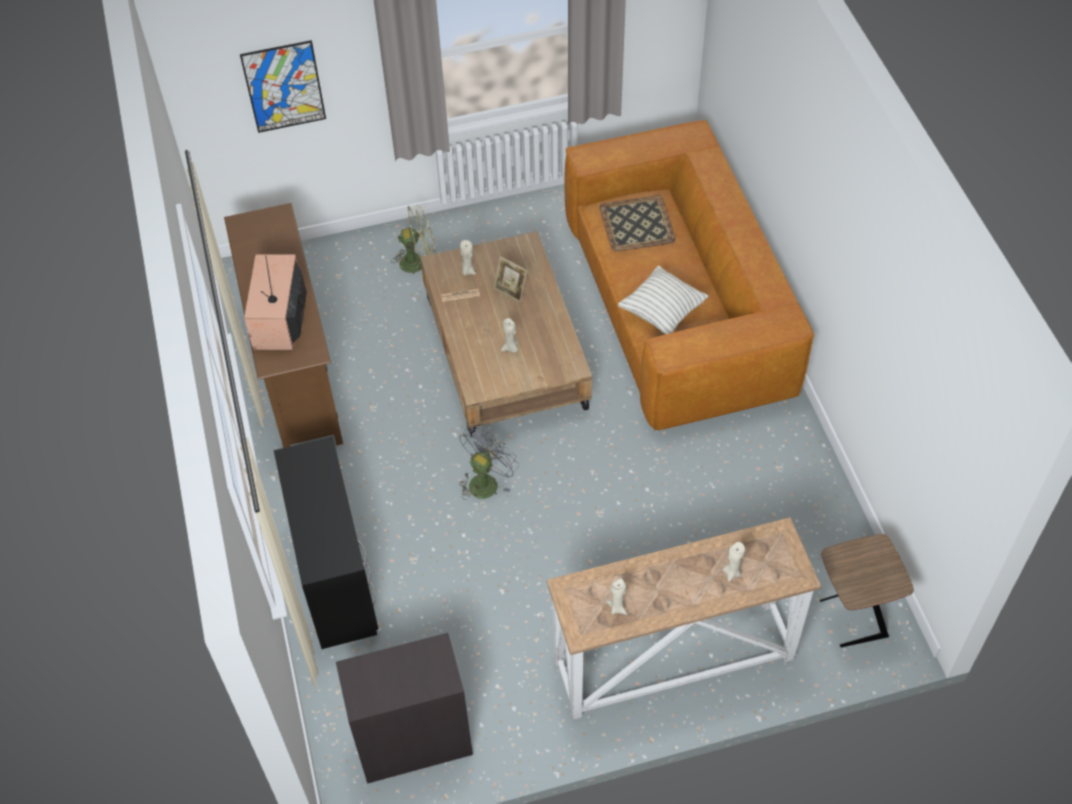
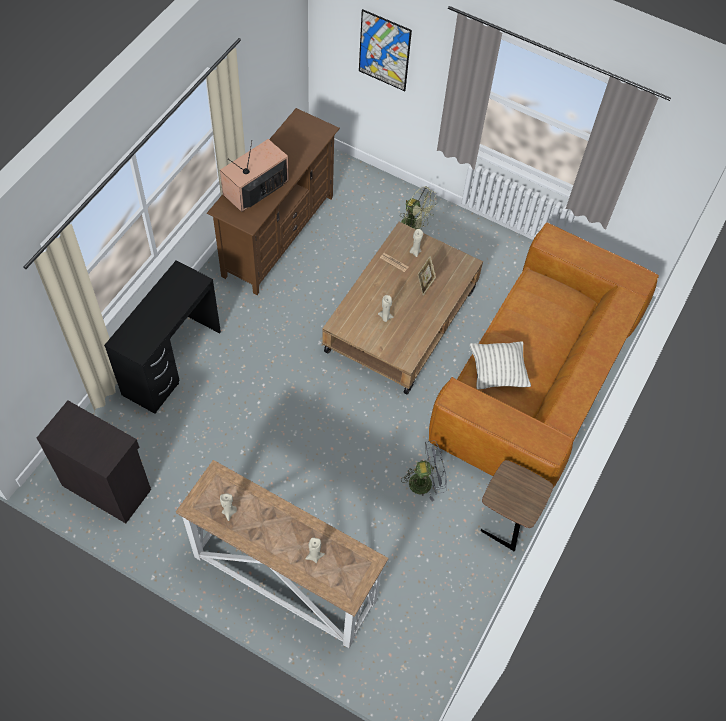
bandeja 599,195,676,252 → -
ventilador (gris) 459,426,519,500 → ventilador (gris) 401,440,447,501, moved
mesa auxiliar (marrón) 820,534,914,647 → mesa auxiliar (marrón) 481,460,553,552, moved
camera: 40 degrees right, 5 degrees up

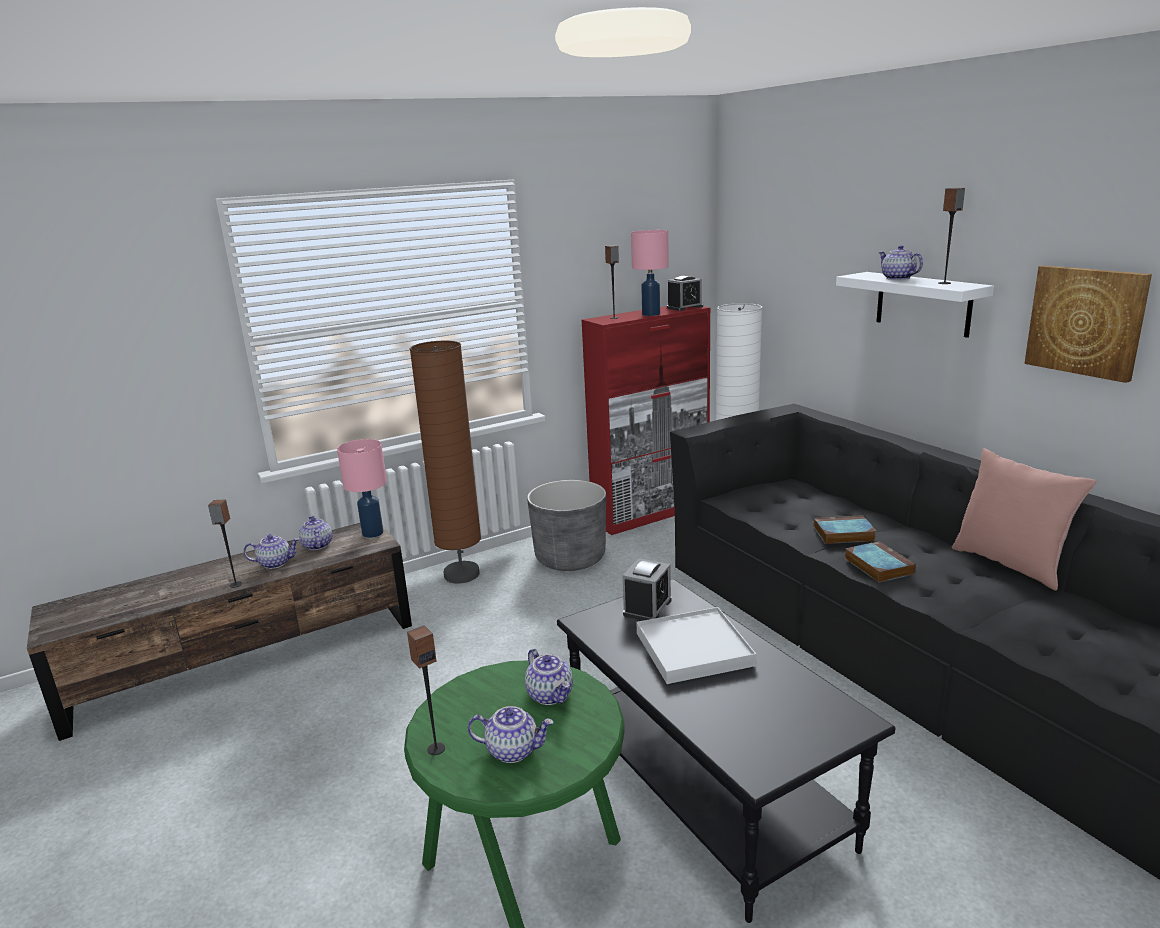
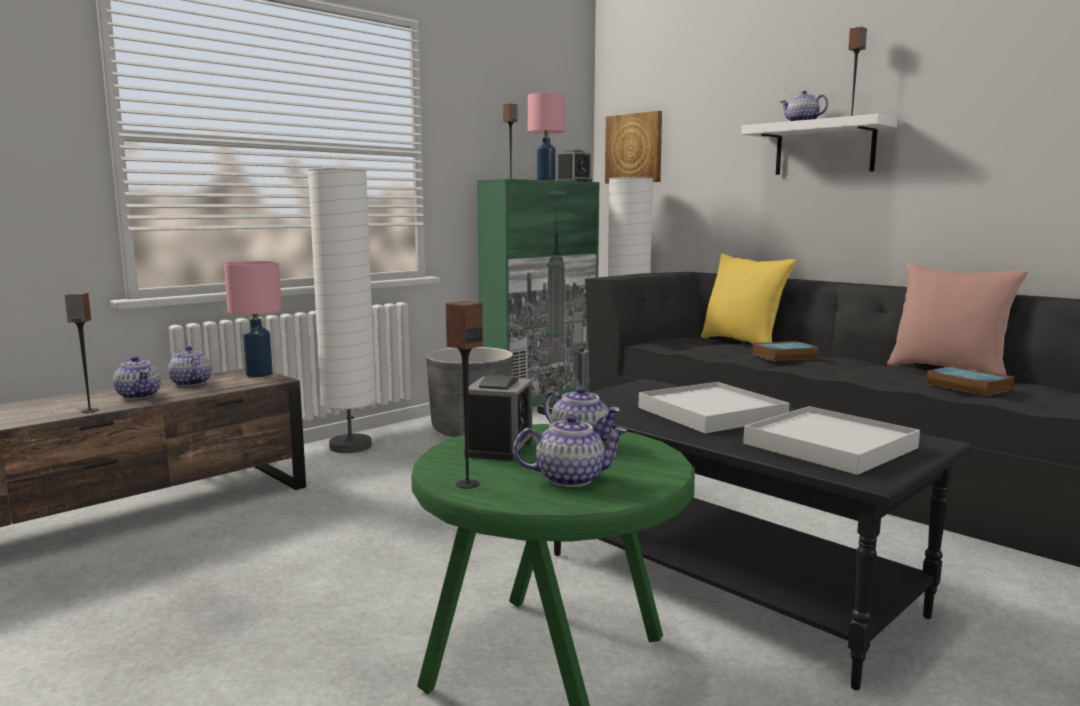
- → cojín (amarillo) 701,254,796,343
- → bandeja (blanco) 743,406,920,475
despertador 623,558,671,621 → despertador 464,375,533,461, moved
libro 845,541,916,583 → libro 926,366,1015,396, moved
cuadro 1024,265,1152,383 → cuadro 605,111,662,183, moved
lámpara de pie (marrón) 410,341,481,584 → lámpara de pie (blanco) 308,168,376,453
armario (rojo) 581,306,710,535 → armario (verde) 477,179,600,407
tetera 243,534,300,569 → tetera 113,356,161,399, 75 degrees clockwise
camera: 15 degrees left, 10 degrees down

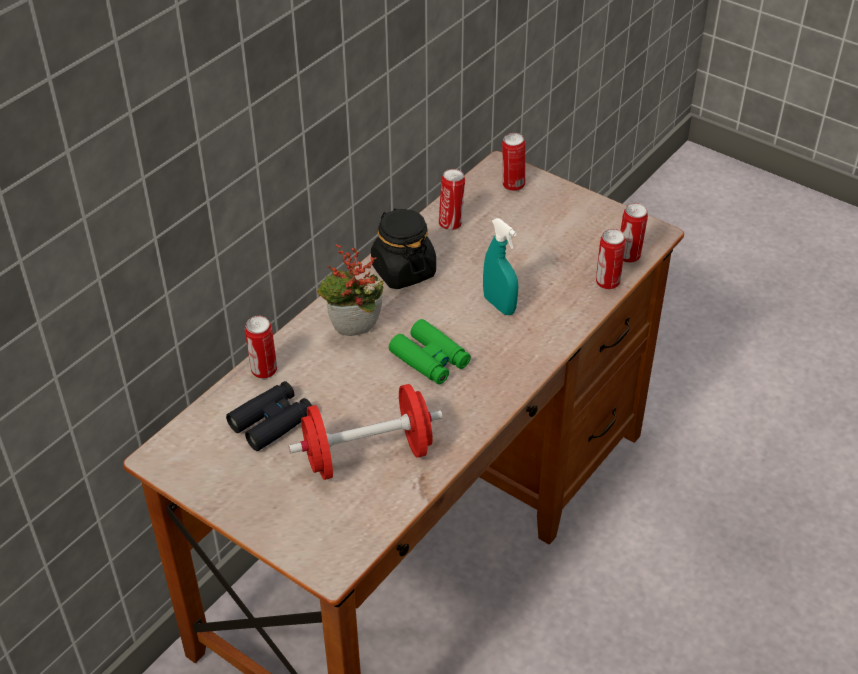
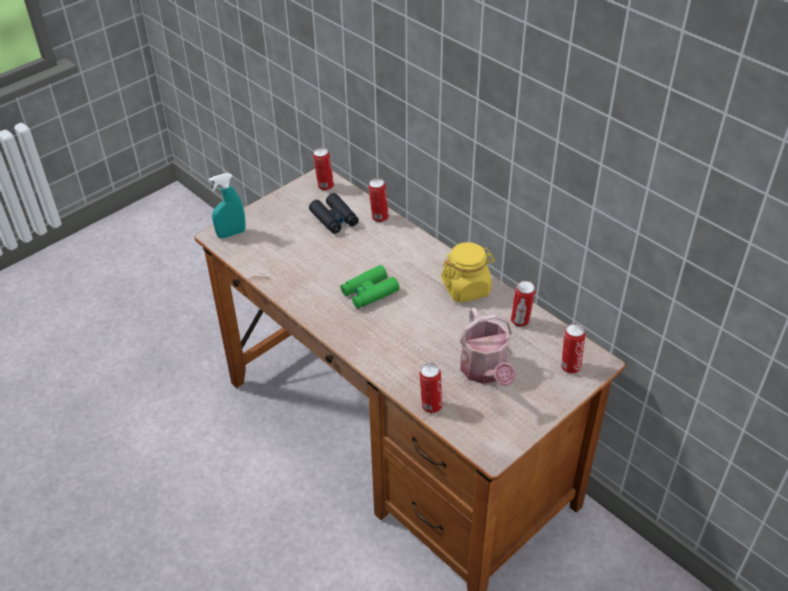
mancuerna (rojo) 289,384,443,480 → -
planta en maceta 317,244,384,336 → -
- → regadera 459,308,516,387
pulverizador (turquesa) 483,218,518,315 → pulverizador (turquesa) 209,173,246,238, moved
lata 620,203,648,263 → lata 313,148,334,191, moved
tarro (negro) 371,208,436,289 → tarro (amarillo) 441,242,495,303
camera: 100 degrees right, 0 degrees up

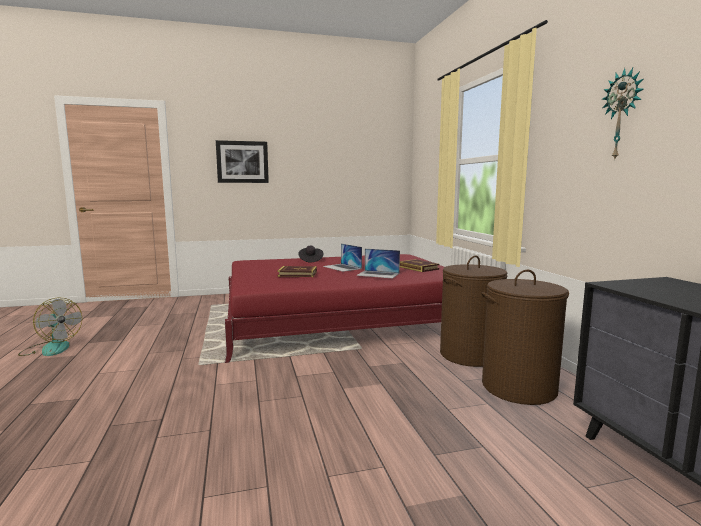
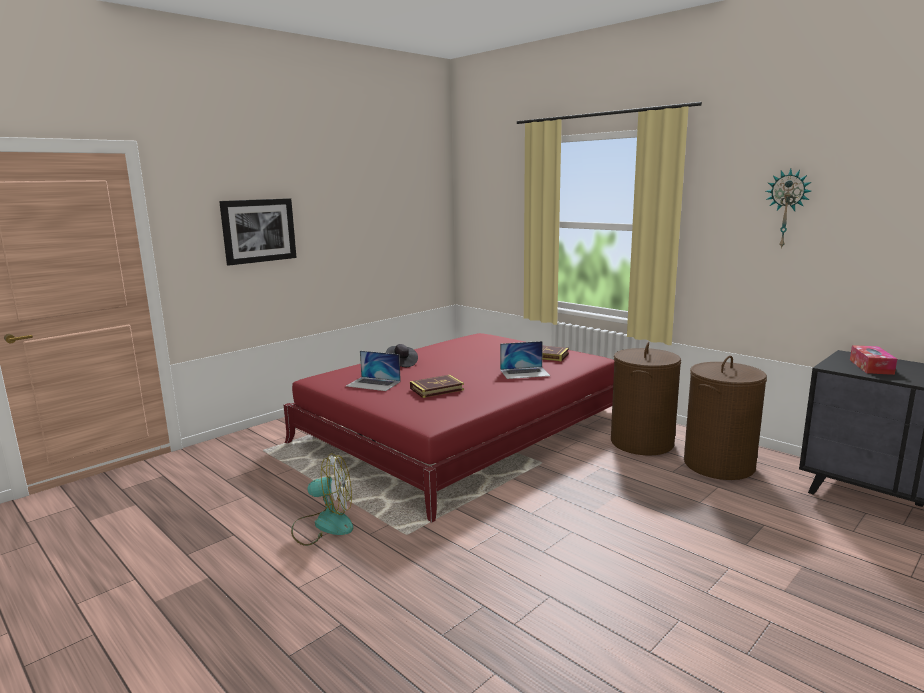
- → caja de pañuelos 850,345,897,375
ventilador 18,297,82,356 → ventilador 291,453,353,546, moved
portátil 323,244,362,272 → portátil 346,351,401,391, moved
camera: 30 degrees left, 5 degrees up

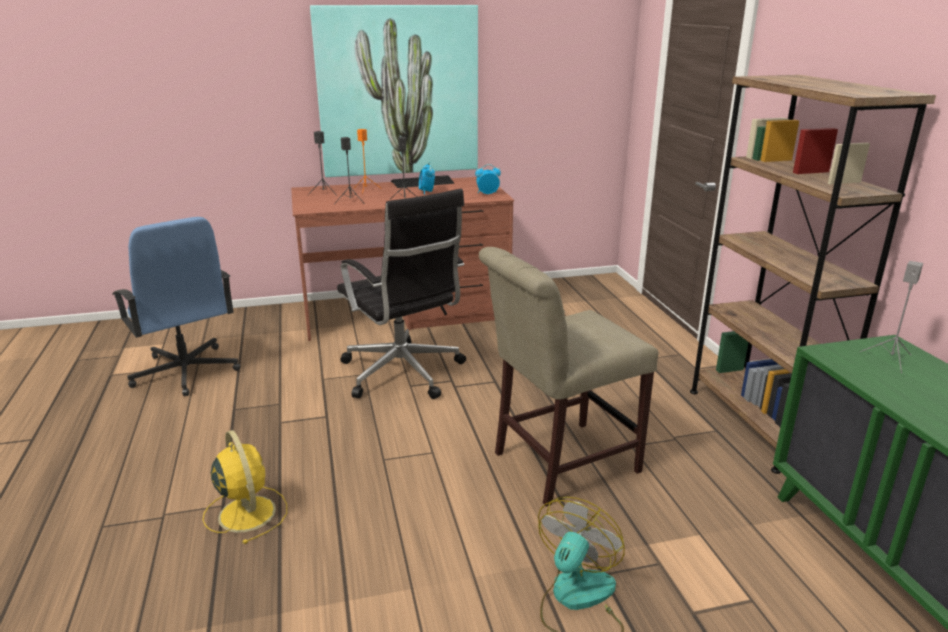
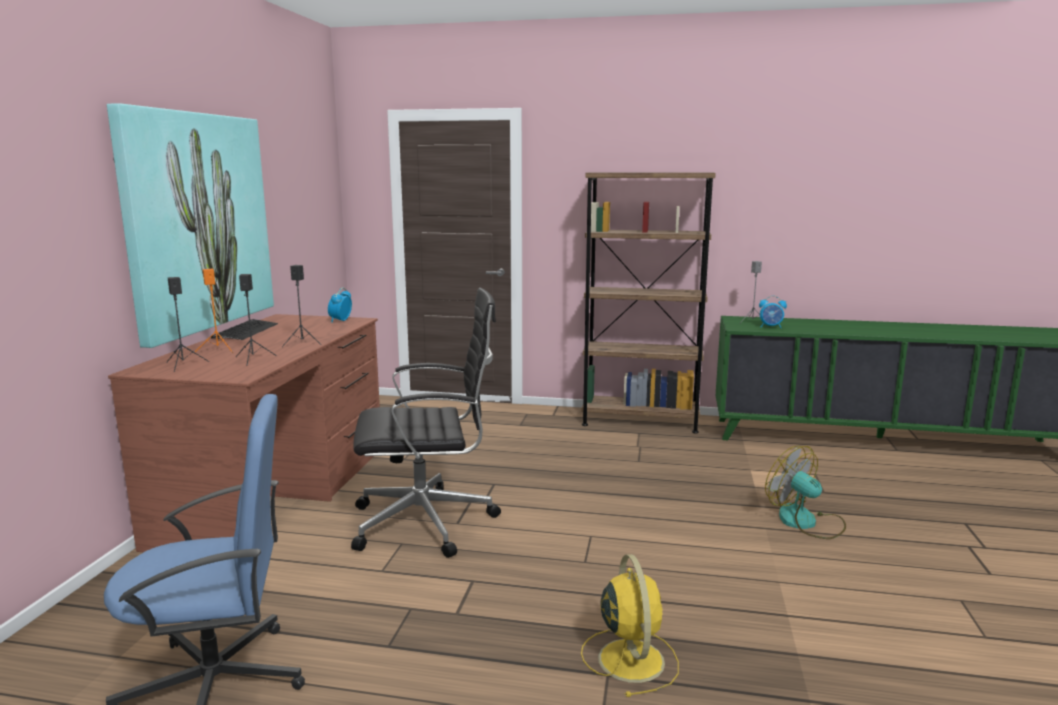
silla (beis) 479,247,658,507 → -
despertador 419,162,435,195 → despertador 759,296,787,328, moved
ventilador (amarillo) 203,430,287,544 → ventilador (amarillo) 581,554,679,697, 90 degrees clockwise
camera: 65 degrees left, 10 degrees down

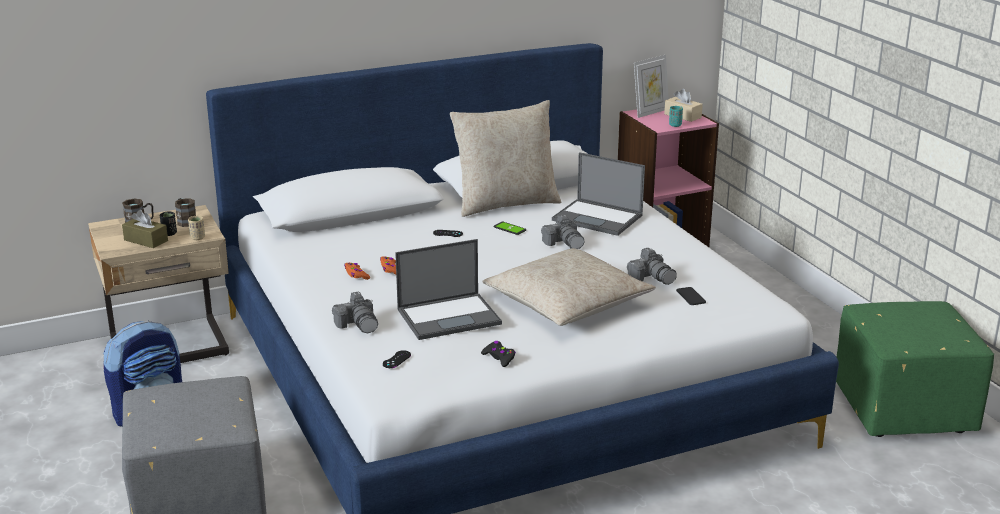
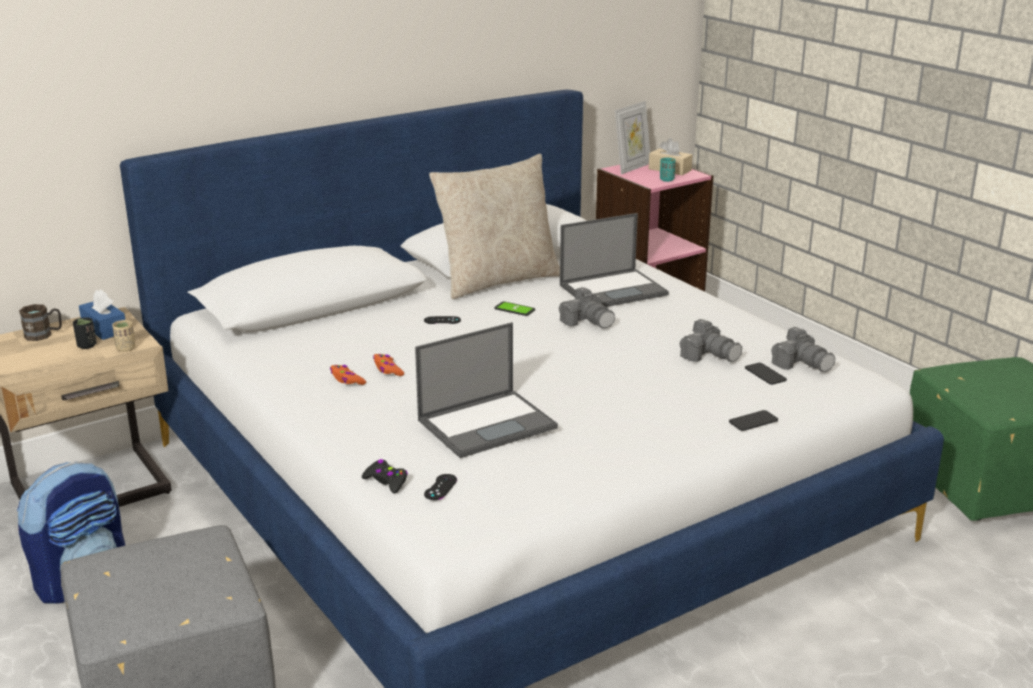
caja de pañuelos (marrón) 122,210,168,248 → -
cojín (beis) 482,248,656,326 → -
- → móvil 729,410,778,431
cámara 332,292,378,333 → cámara 771,327,835,372, moved
mando de consola (negro) 481,341,516,367 → mando de consola (negro) 362,459,408,493, moved
taza grande (marrón) 175,198,196,227 → caja de pañuelos (azul) 79,290,125,340
portátil 552,152,645,236 → portátil 560,213,669,307, 45 degrees counterclockwise
camera: 10 degrees left, 0 degrees up

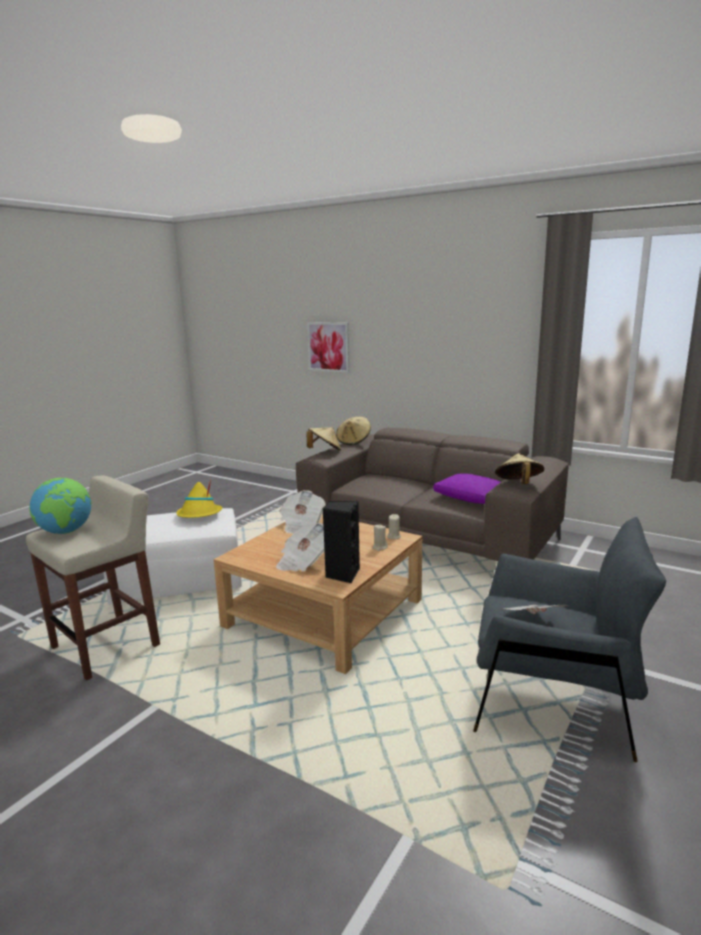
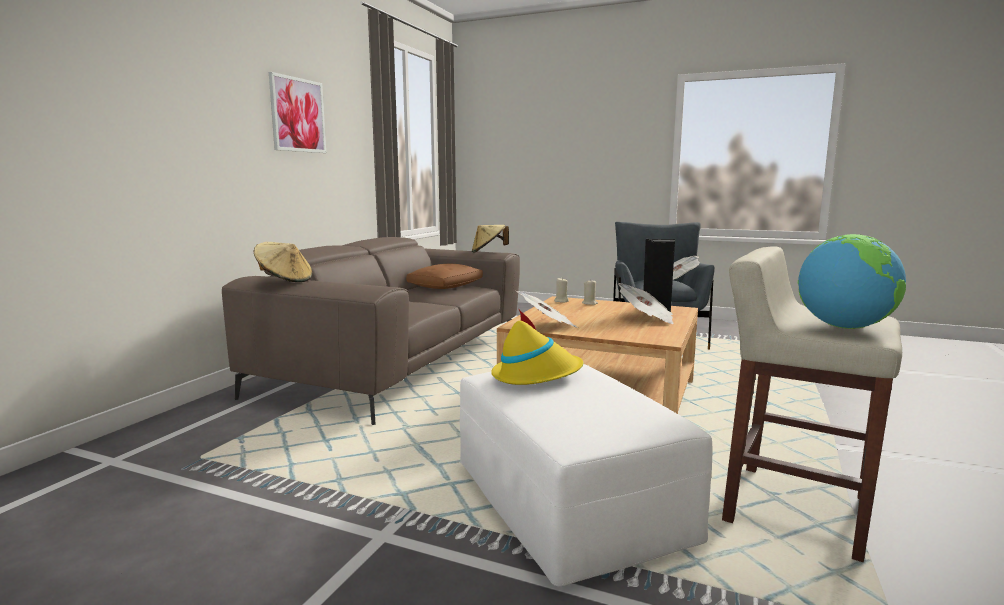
sombrero (beis) 307,427,341,451 → -
cuadro 307,322,350,373 → cuadro 269,72,326,153, moved
cojín (morado) 433,473,501,504 → cojín (marrón) 406,264,483,289
camera: 100 degrees left, 5 degrees down

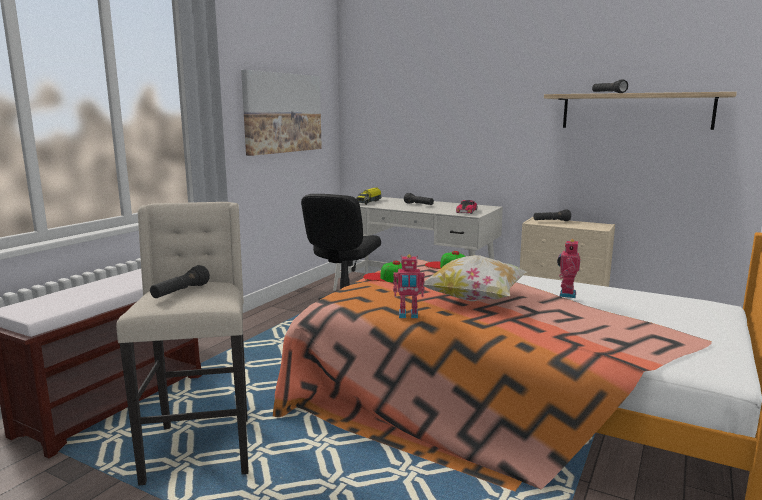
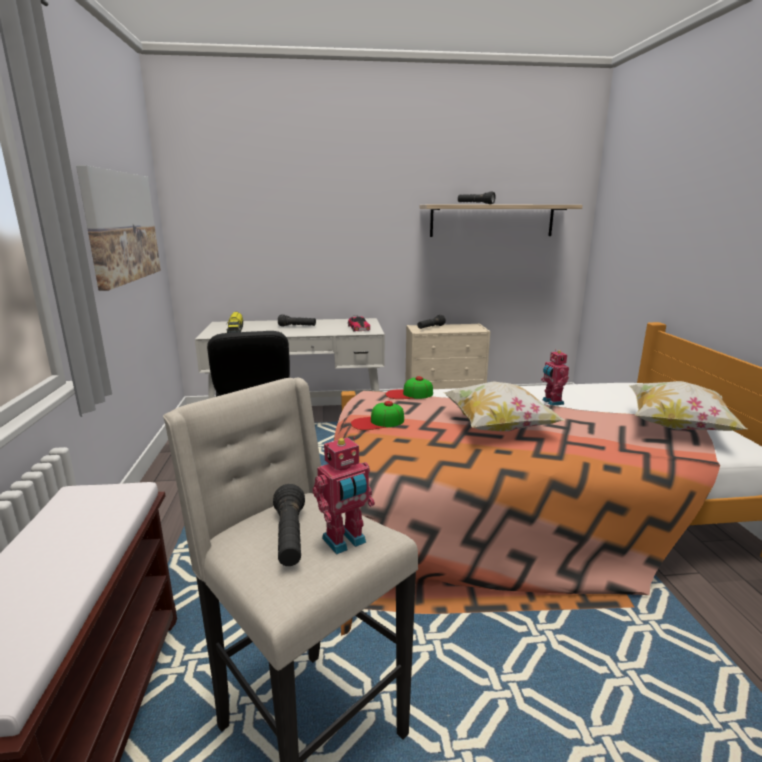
- → cojín 628,381,747,431
robot de juguete 393,255,425,318 → robot de juguete 313,437,375,555, moved
camera: 35 degrees left, 5 degrees up

